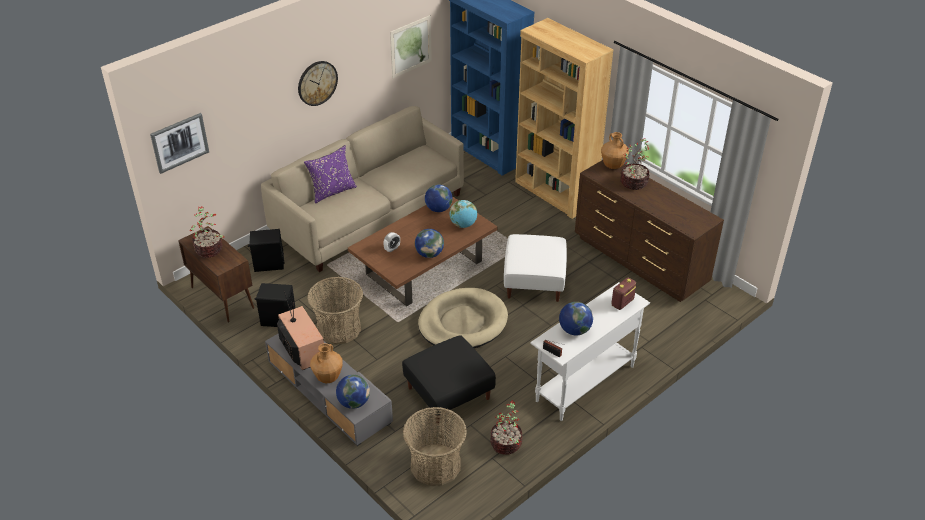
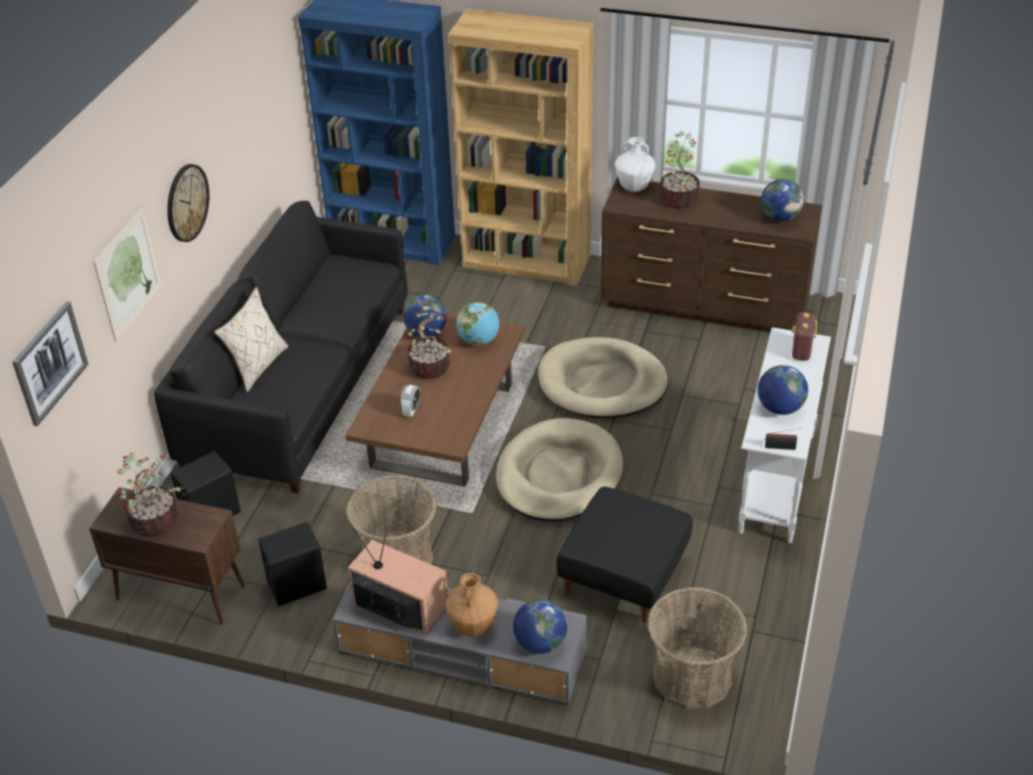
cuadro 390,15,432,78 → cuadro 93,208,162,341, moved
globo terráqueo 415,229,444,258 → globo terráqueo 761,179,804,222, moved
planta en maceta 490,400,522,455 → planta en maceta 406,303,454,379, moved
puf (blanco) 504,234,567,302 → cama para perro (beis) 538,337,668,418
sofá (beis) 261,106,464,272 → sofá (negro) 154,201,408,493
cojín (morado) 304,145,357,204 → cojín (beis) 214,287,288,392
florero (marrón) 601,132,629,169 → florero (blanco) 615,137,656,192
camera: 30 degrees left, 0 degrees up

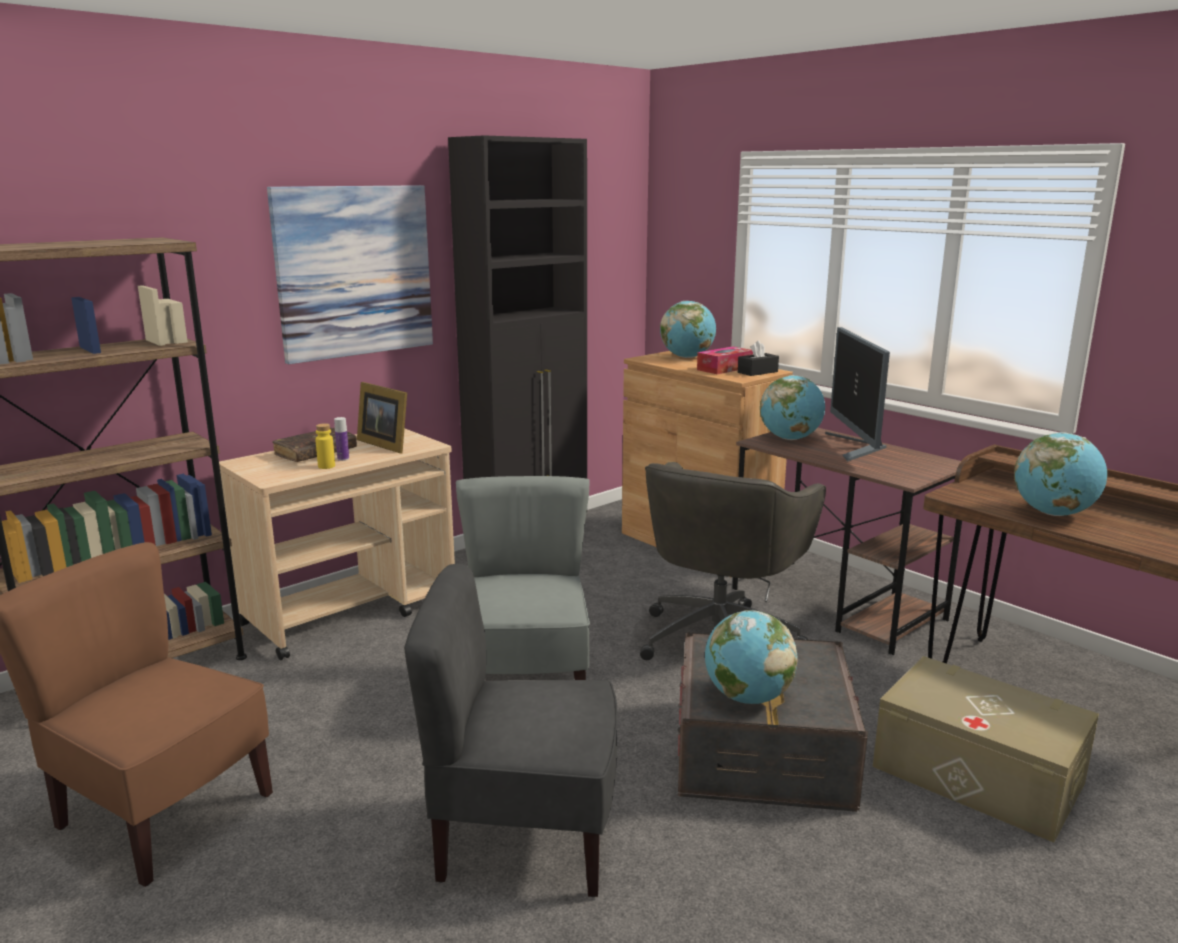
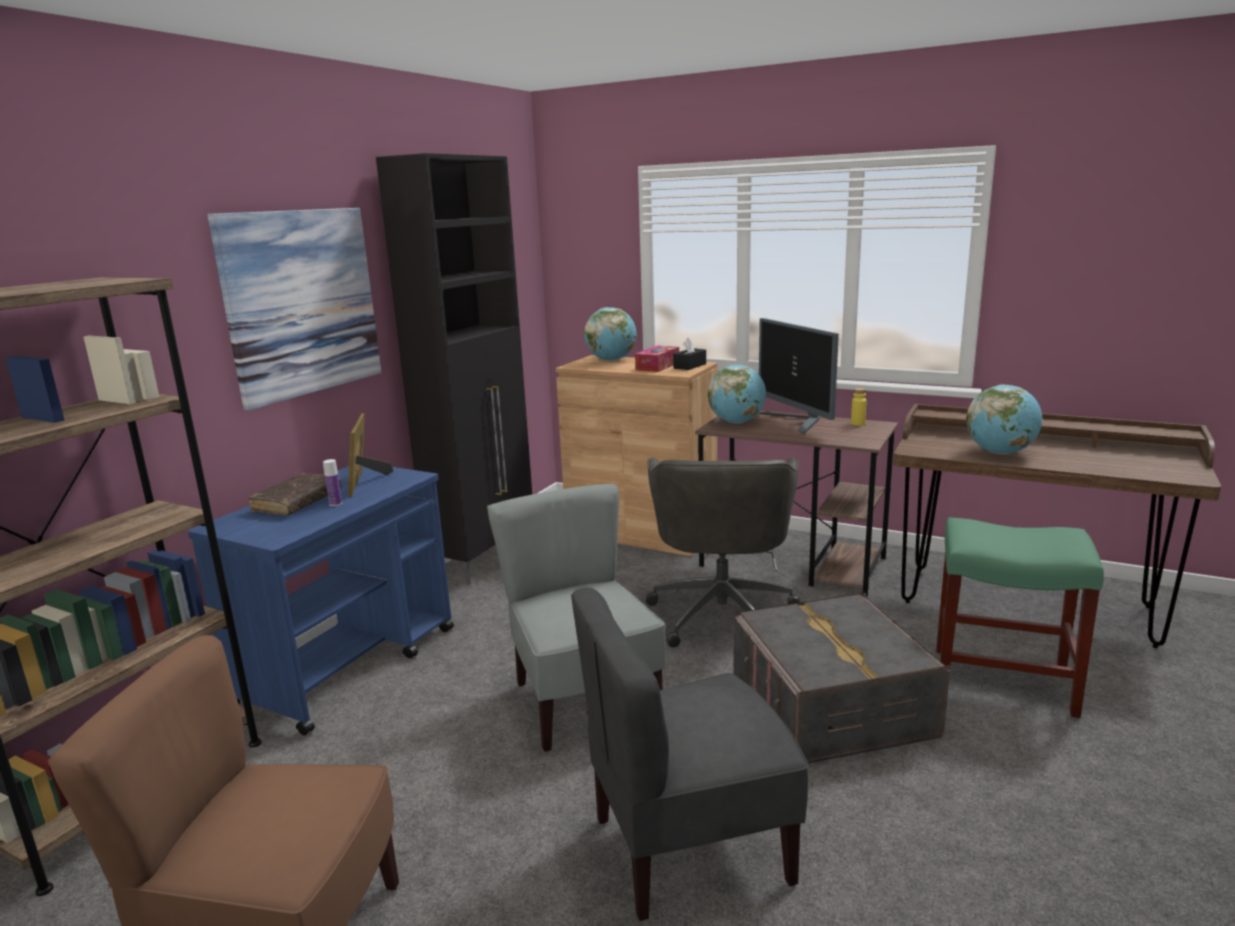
globo terráqueo 705,610,798,704 → -
botella (amarillo) 315,423,335,469 → botella (amarillo) 851,388,867,426, moved
caja de almacenaje (beis) 873,656,1099,842 → taburete (verde) 936,518,1104,718
carrito (beis) 219,428,455,660 → carrito (azul) 188,466,454,735
portarretratos 357,382,407,453 → portarretratos 348,413,393,497, 60 degrees clockwise
camera: 20 degrees left, 0 degrees up

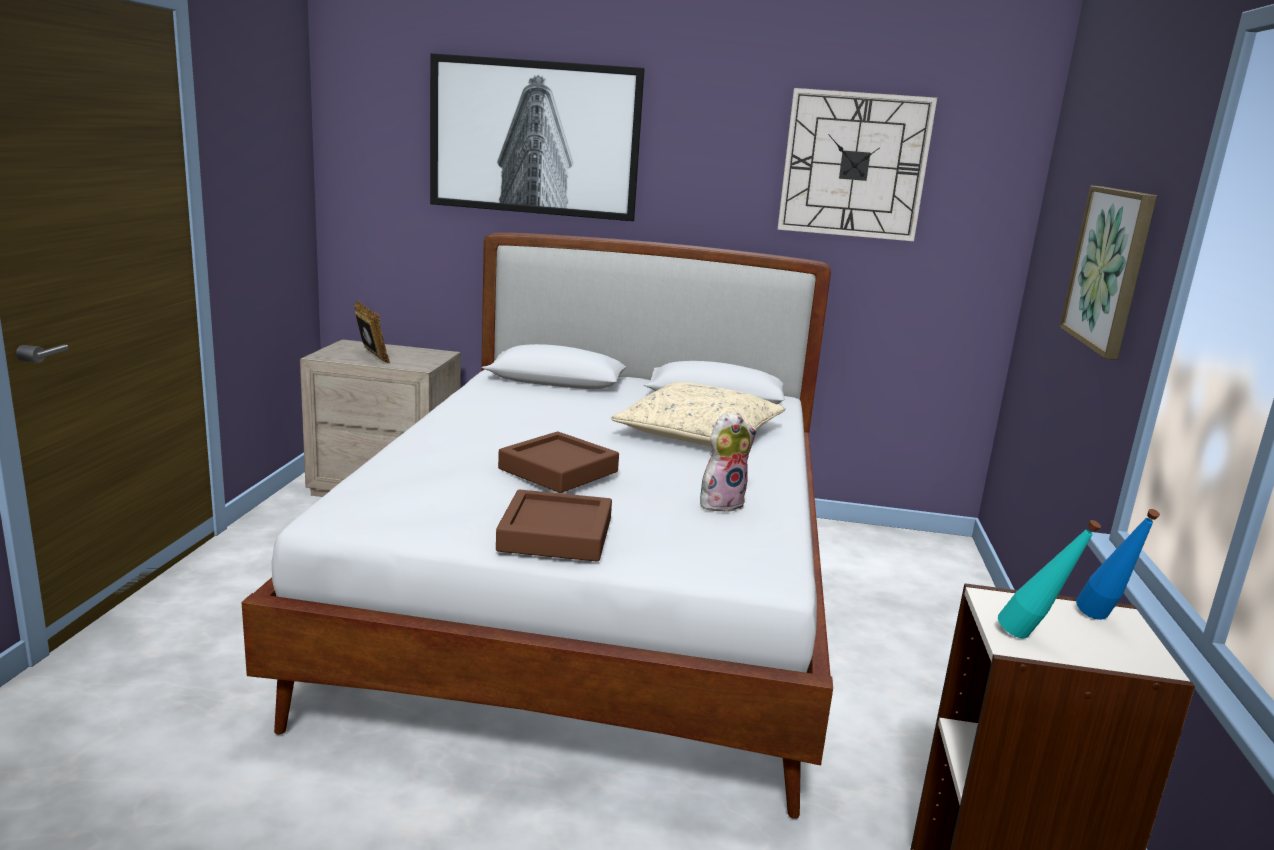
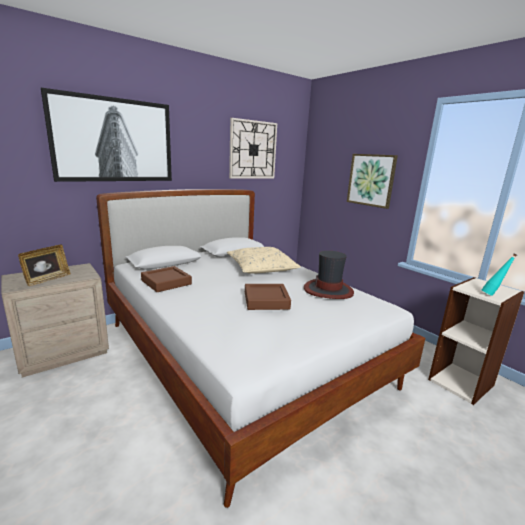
botella (azul) 1076,509,1160,620 → -
bandeja (marrón) 496,489,612,562 → bandeja (marrón) 141,266,192,292, moved
peluche 700,412,757,512 → sombrero 304,251,354,299
portarretratos 354,300,390,363 → portarretratos 18,244,71,286, 105 degrees clockwise
camera: 45 degrees left, 0 degrees up

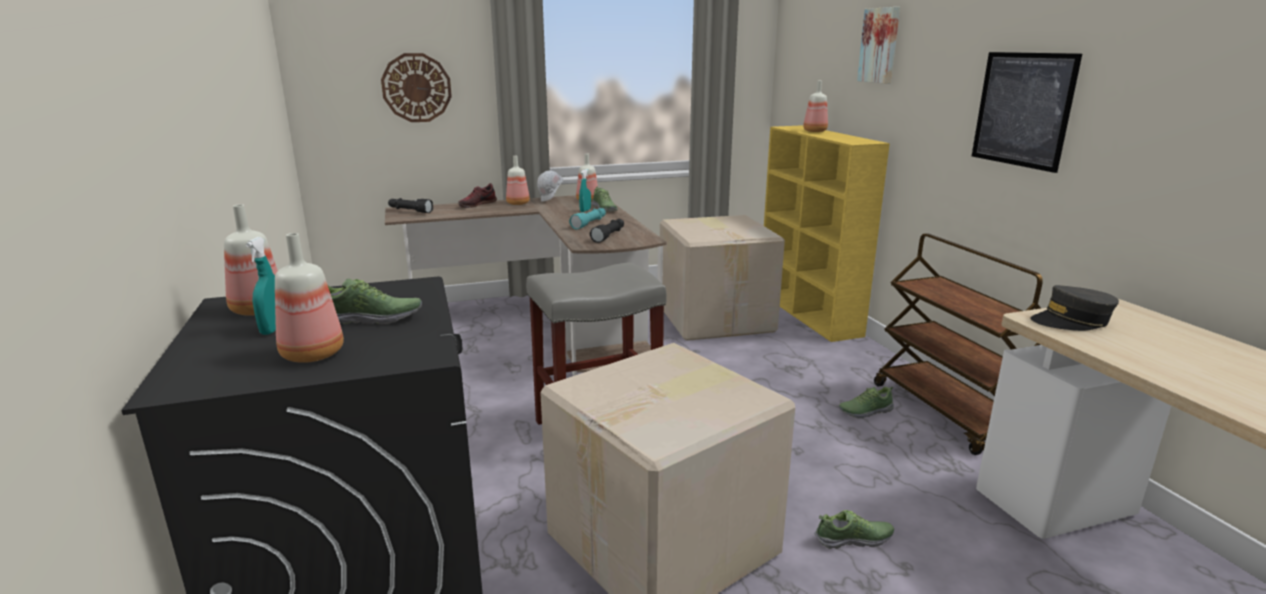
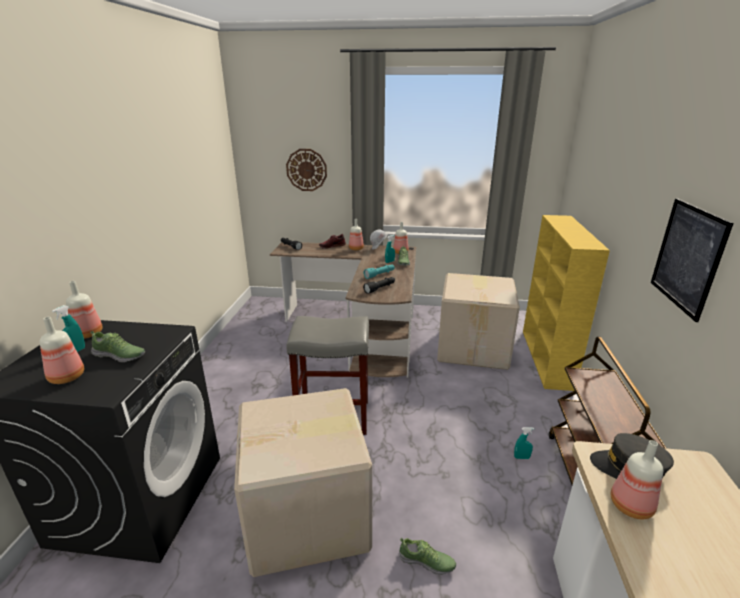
cuadro 857,7,900,83 → -
botella 803,81,828,132 → botella 611,440,663,519, moved
zapato 839,387,894,419 → pulverizador (turquesa) 514,427,534,459
camera: 25 degrees right, 5 degrees up

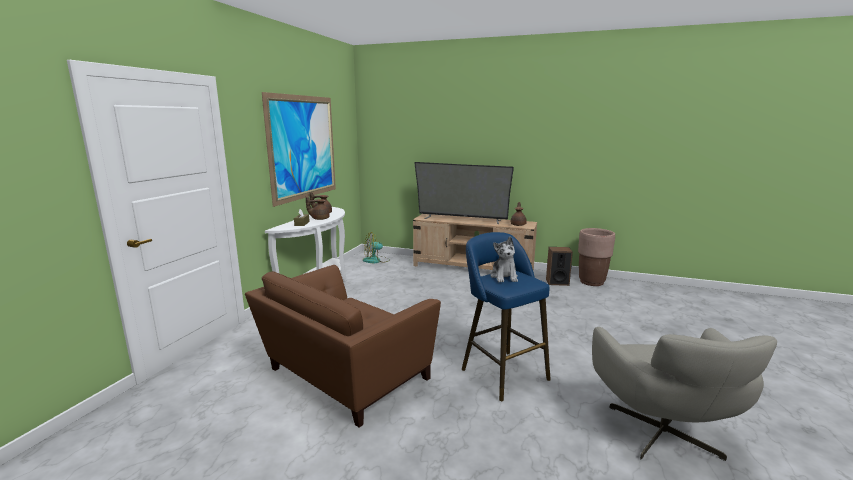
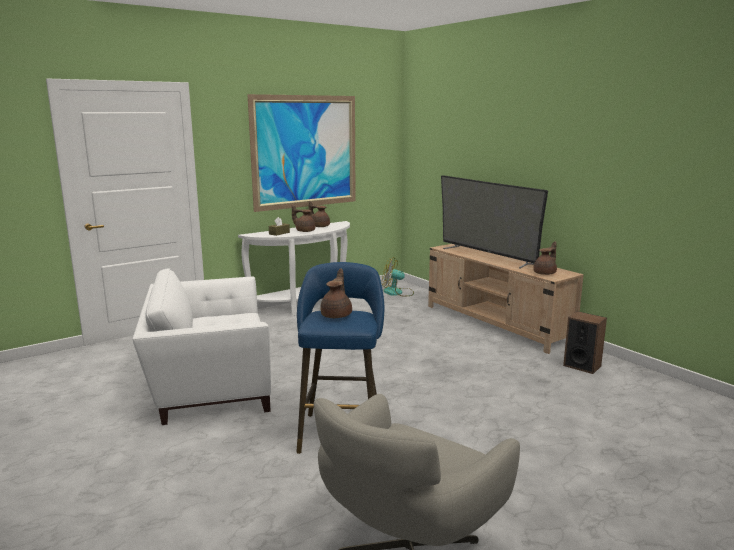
maceta (marrón) 578,228,615,286 → -
peluche 491,237,518,282 → tetera (marrón) 320,268,352,318
sillón (marrón) 245,265,441,428 → sillón (blanco) 132,269,271,425
camera: 35 degrees right, 0 degrees up

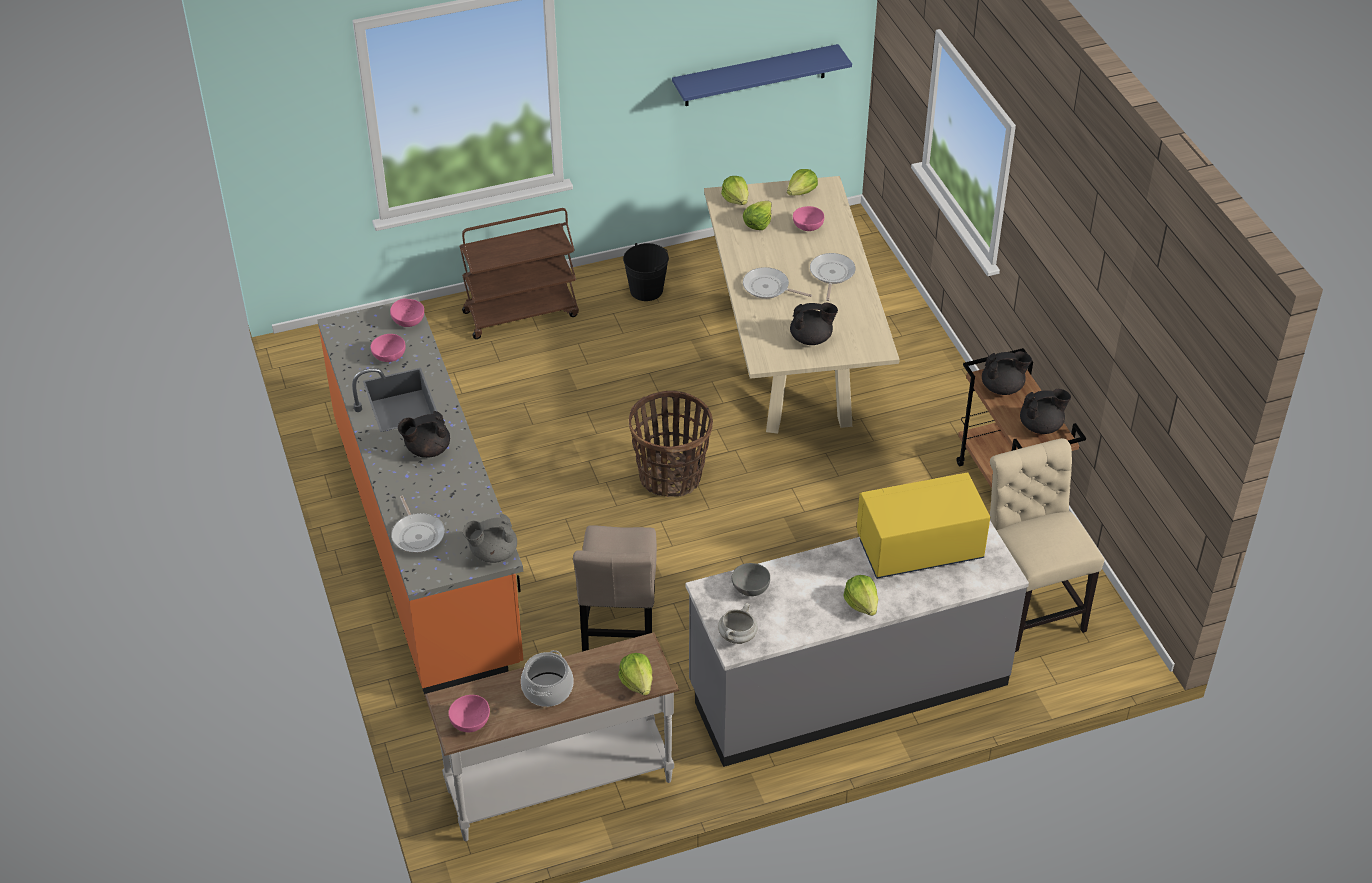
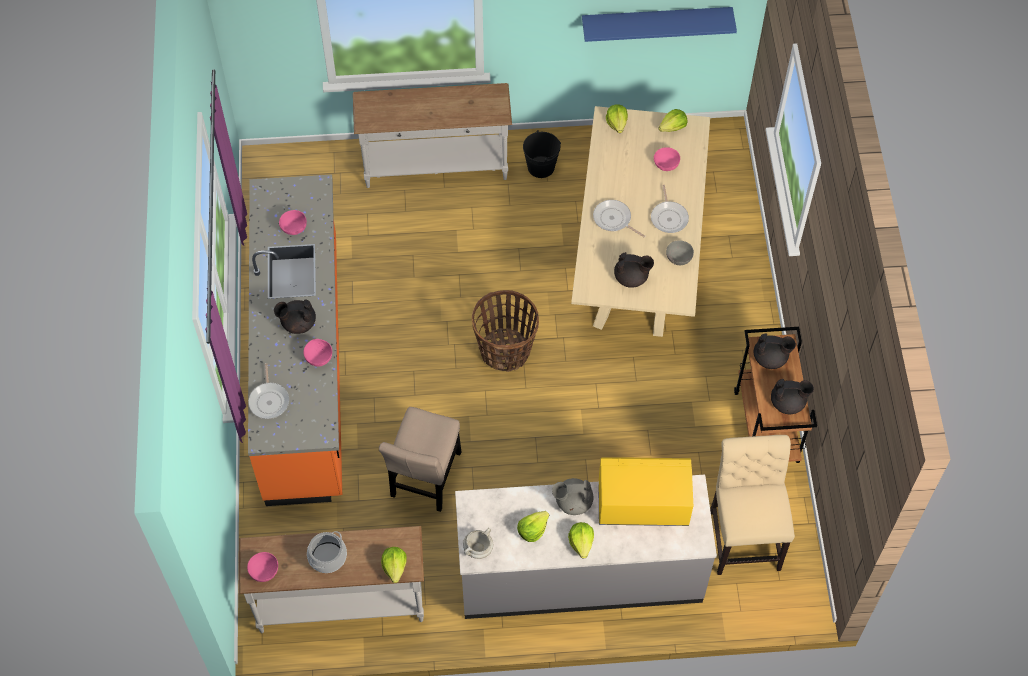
cuenco (rosa) 390,298,424,327 → cuenco (rosa) 304,339,332,366, moved
tetera (gris) 463,514,517,563 → tetera (gris) 552,478,594,515, moved
cuenco (gris) 732,563,770,596 → cuenco (gris) 666,240,694,265, moved
lechuga 743,201,772,230 → lechuga 517,511,549,542, moved
carrito (marrón) 459,208,579,339 → mesa consola (blanco) 353,83,512,188
sartén 810,253,856,301 → sartén 651,185,689,233, 150 degrees clockwise
camera: 15 degrees right, 15 degrees up

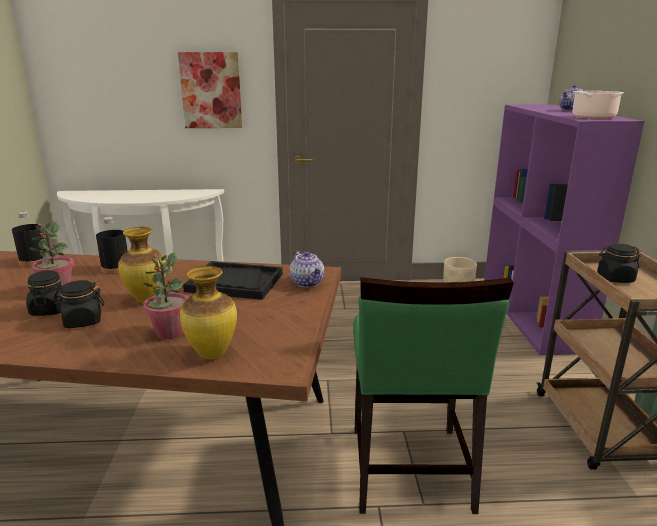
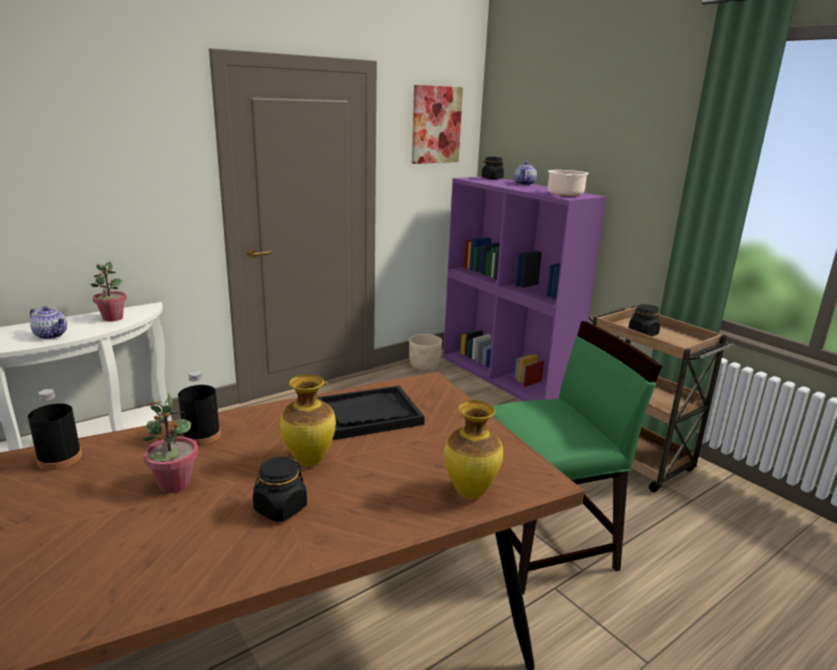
tarro (negro) 26,271,63,316 → tarro (negro) 482,156,504,180, moved
planta en maceta 142,252,189,339 → planta en maceta 91,261,127,322, moved
cuadro 178,52,242,128 → cuadro 412,85,463,164, moved
tetera 290,251,324,288 → tetera 30,306,67,339, moved
silla (verde) 353,277,514,514 → silla (verde) 493,321,662,595, 75 degrees counterclockwise
camera: 35 degrees left, 0 degrees up

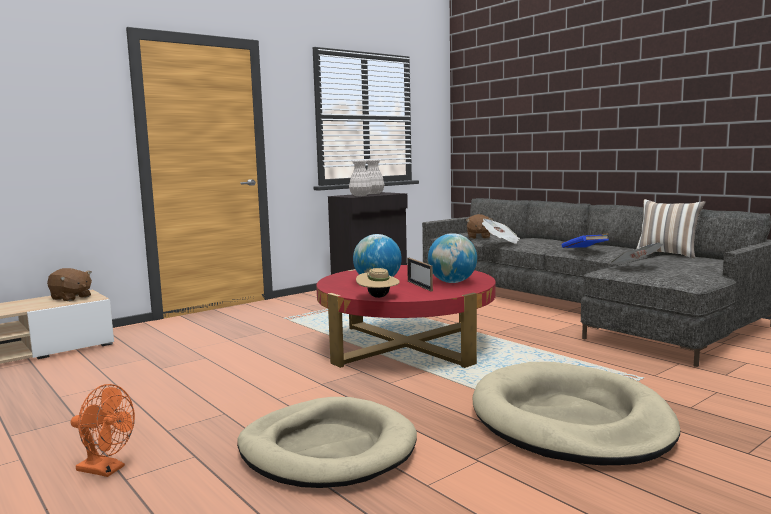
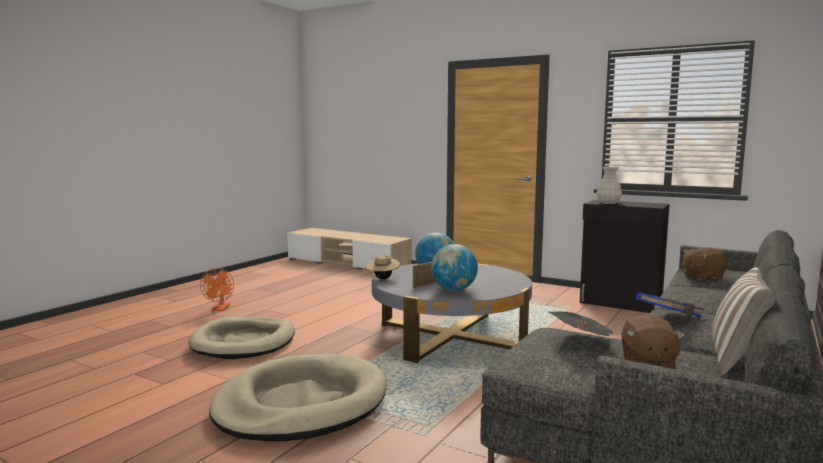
florero (blanco) 367,160,385,194 → -
periódico 482,219,520,244 → -
peluche (marrón) 47,268,92,301 → peluche (marrón) 621,315,685,369, moved
mesa de centro (rojo) 316,265,496,368 → mesa de centro (gris) 372,263,532,363
camera: 70 degrees right, 0 degrees up

